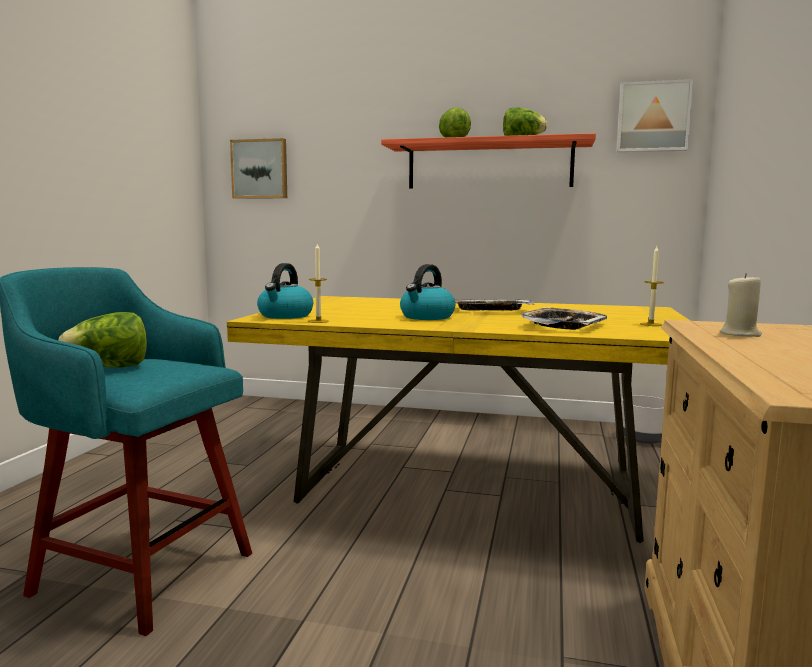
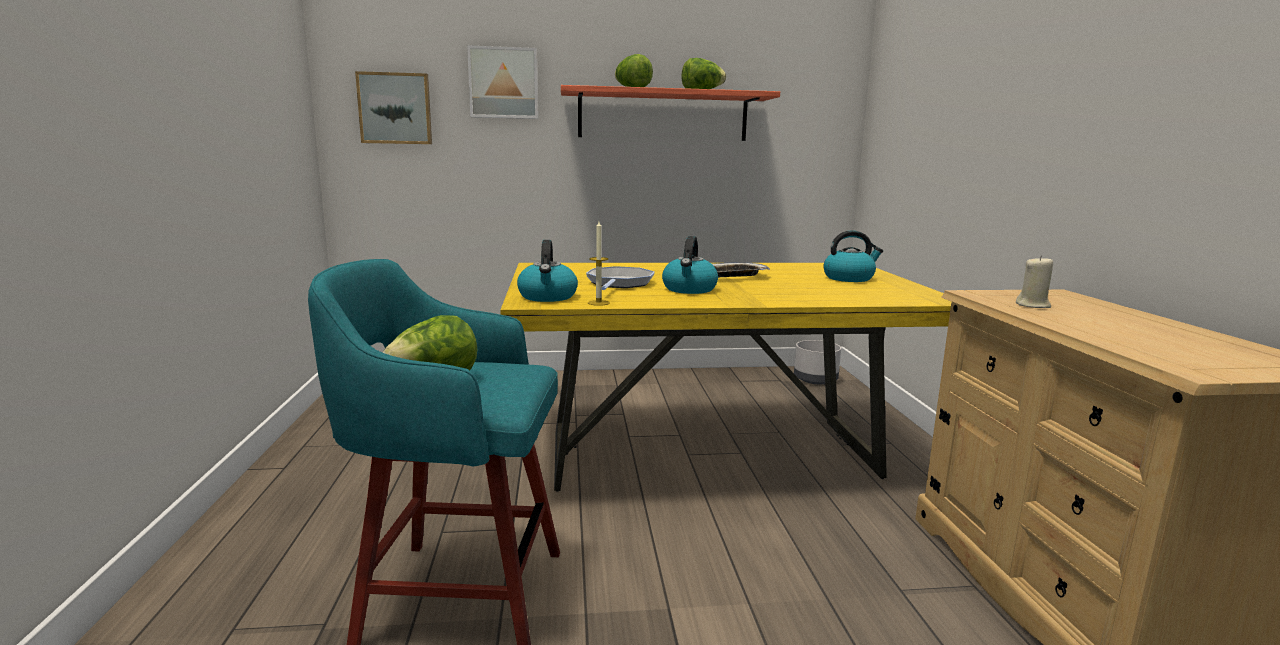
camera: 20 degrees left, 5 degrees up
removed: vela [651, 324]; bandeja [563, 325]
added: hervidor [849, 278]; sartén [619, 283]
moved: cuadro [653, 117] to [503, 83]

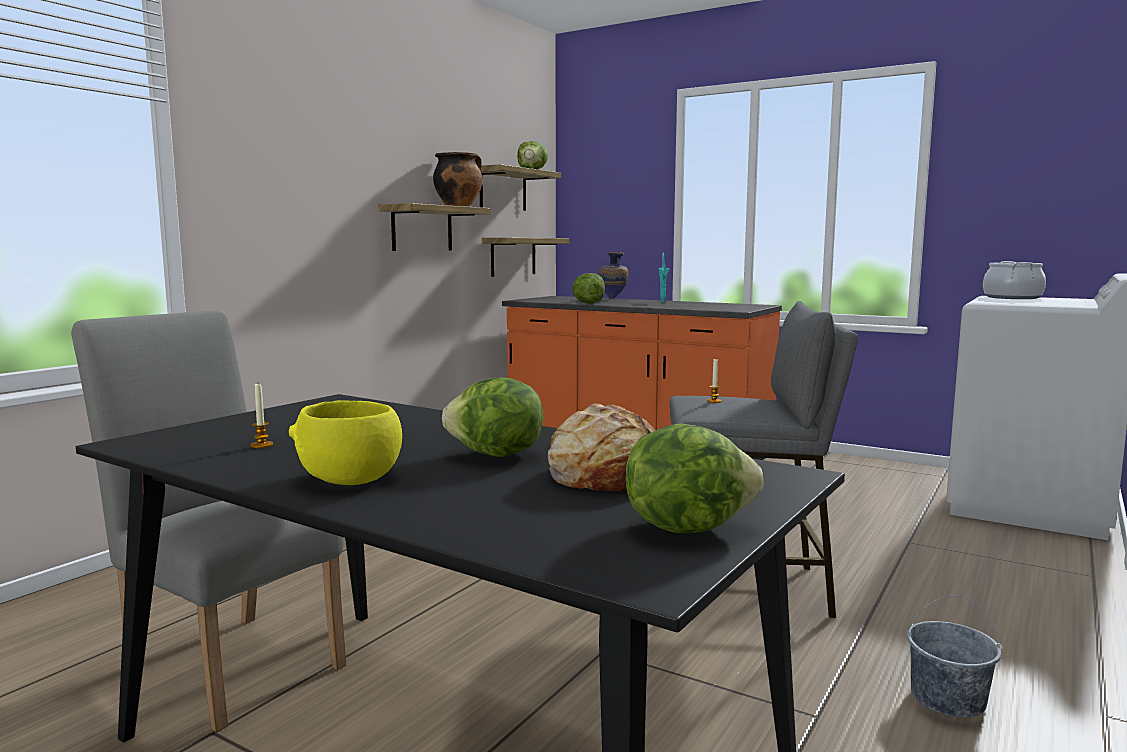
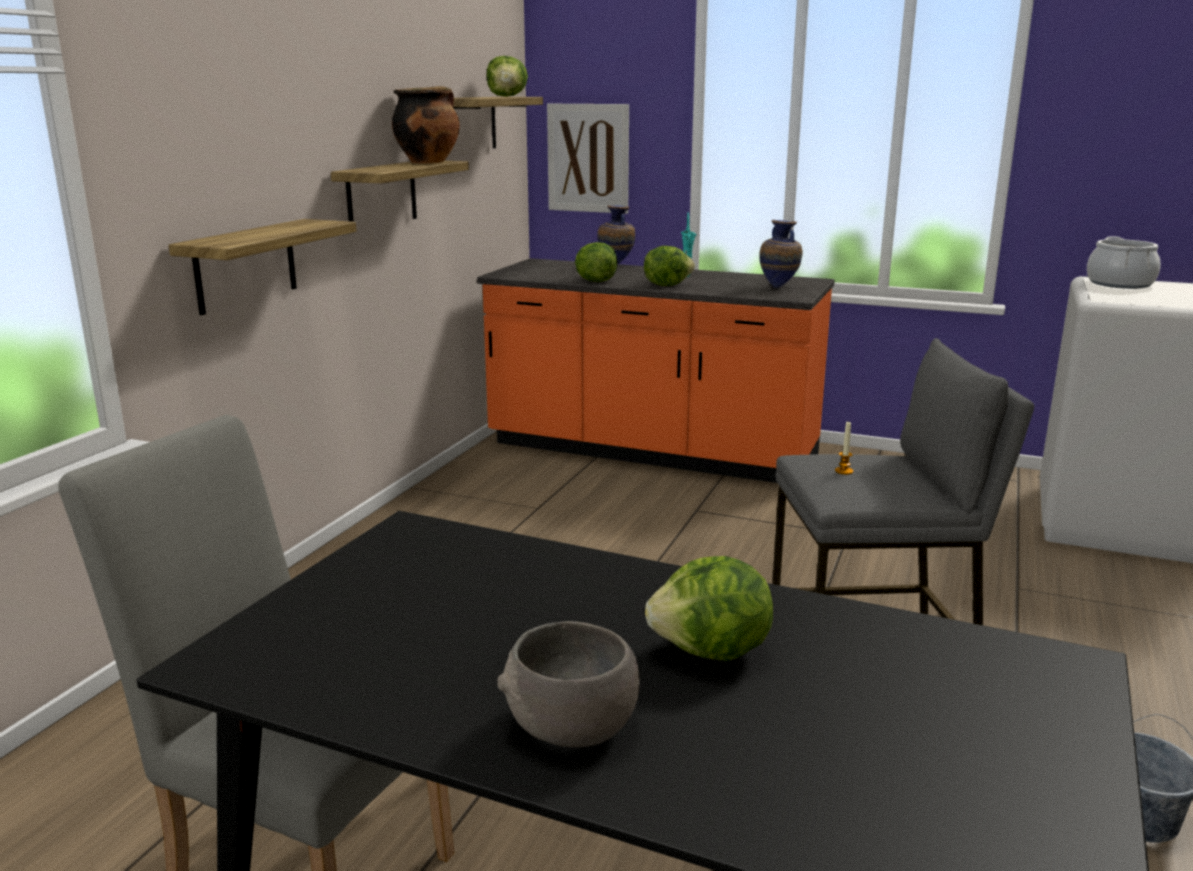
camera: 10 degrees left, 10 degrees up
removed: vela [261, 445]; pan [605, 474]
added: cuadro [588, 158]; florero [779, 287]
moved: estante [513, 256] to [246, 266]; lechuga [686, 526] to [666, 285]
recoloured: cuenco [amarillo] [349, 478] to cuenco [gris] [570, 727]

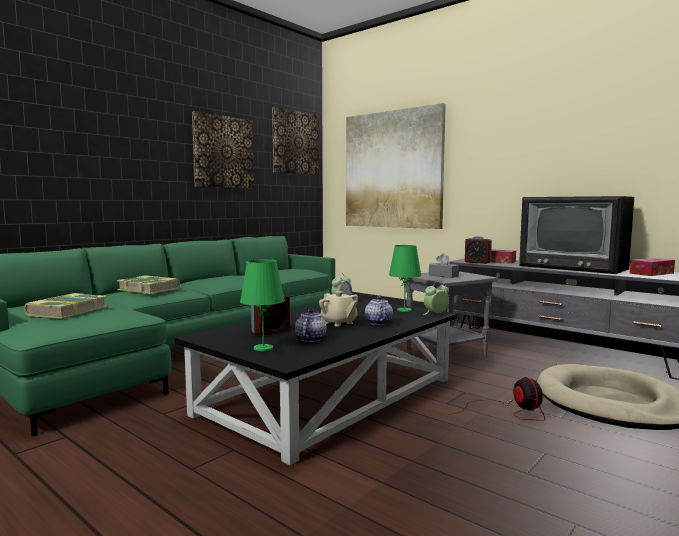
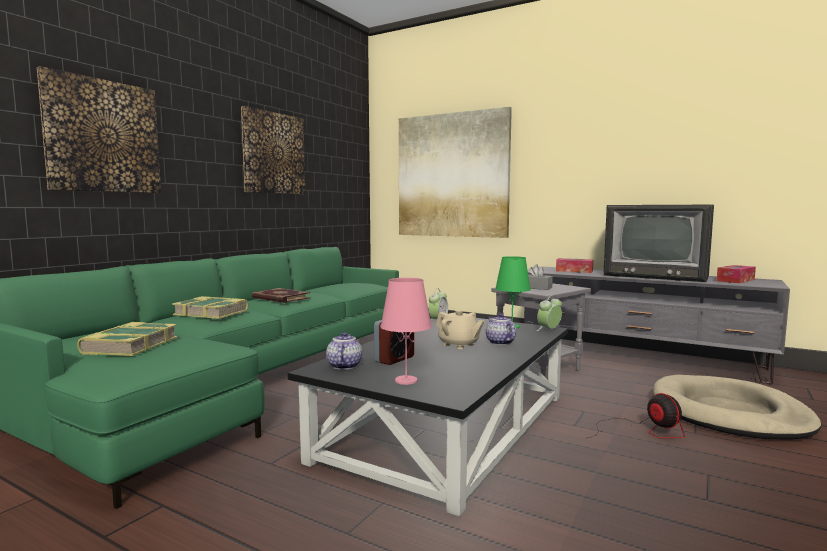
camera: 10 degrees left, 0 degrees up
removed: despertador [477, 262]
added: libro [280, 298]
moved: cuadro [295, 142] to [103, 136]; tetera [310, 339] to [344, 366]
recoloured: lámpara de mesa [verde] [263, 348] to lámpara de mesa [rosa] [406, 380]

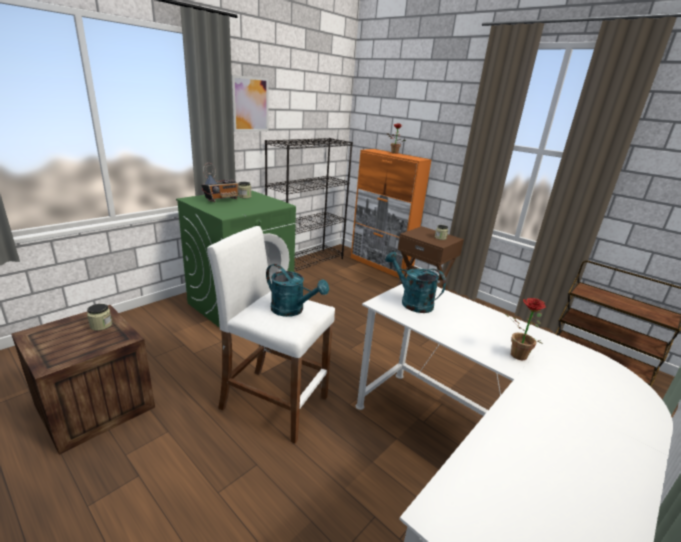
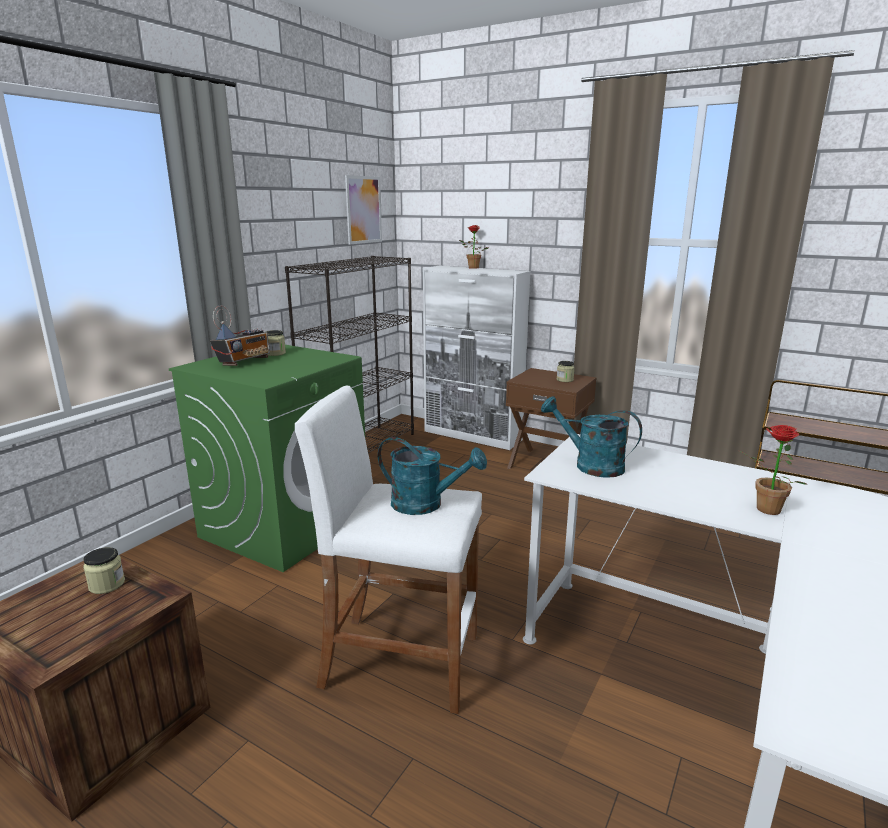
camera: 10 degrees left, 5 degrees down
moved: cuadro [250, 104] to [363, 210]
recoloured: armario [naranja] [380, 265] to armario [blanco] [473, 435]

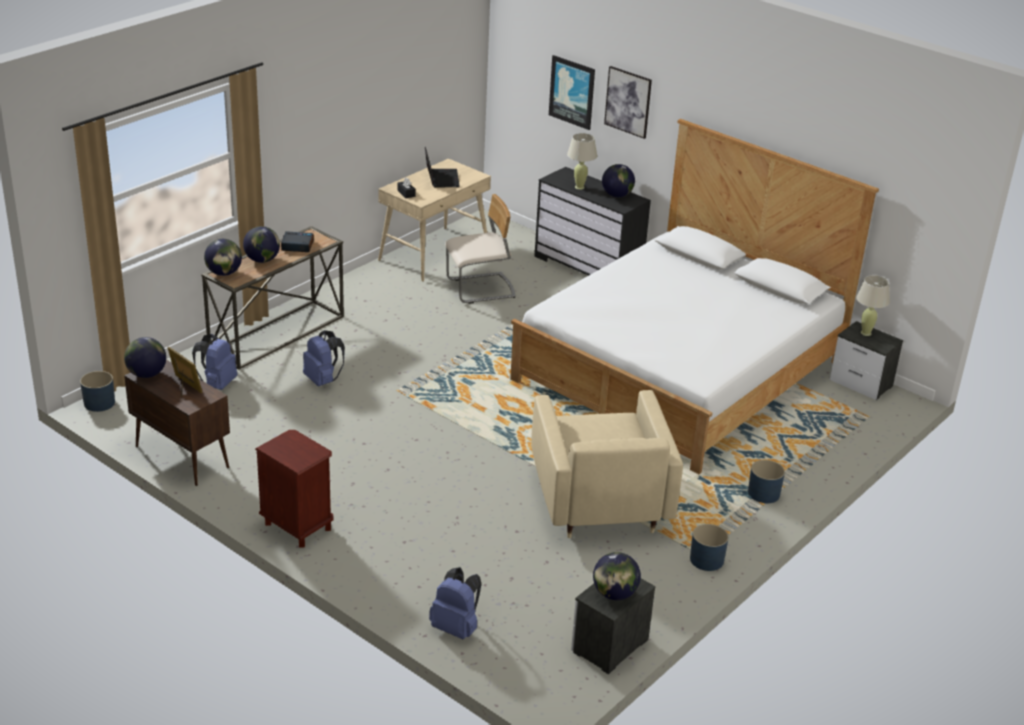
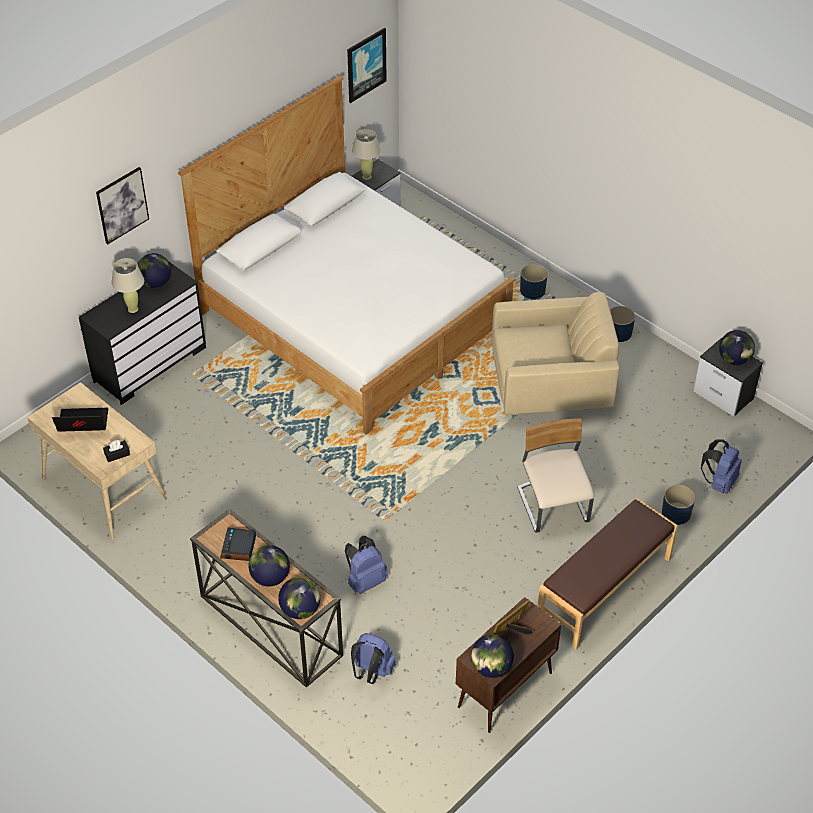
camera: 85 degrees left, 15 degrees up
moved: cuadro [572, 92] to [366, 64]; silla [beis] [481, 289] to [553, 506]; maceta [azul] [99, 403] to [676, 513]
replaced: mesita de noche [marrón] [297, 526] to banco [marrón] [605, 589]

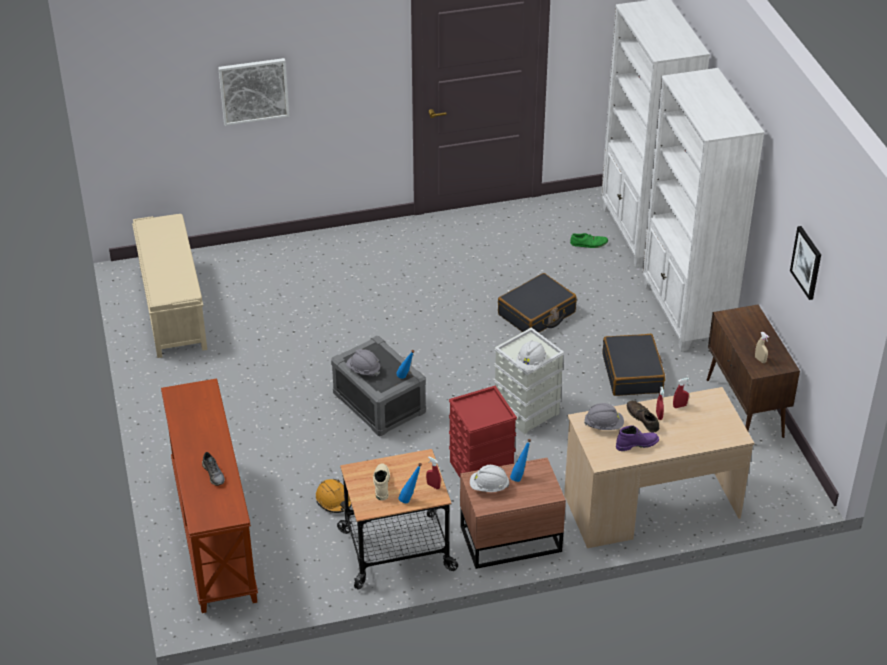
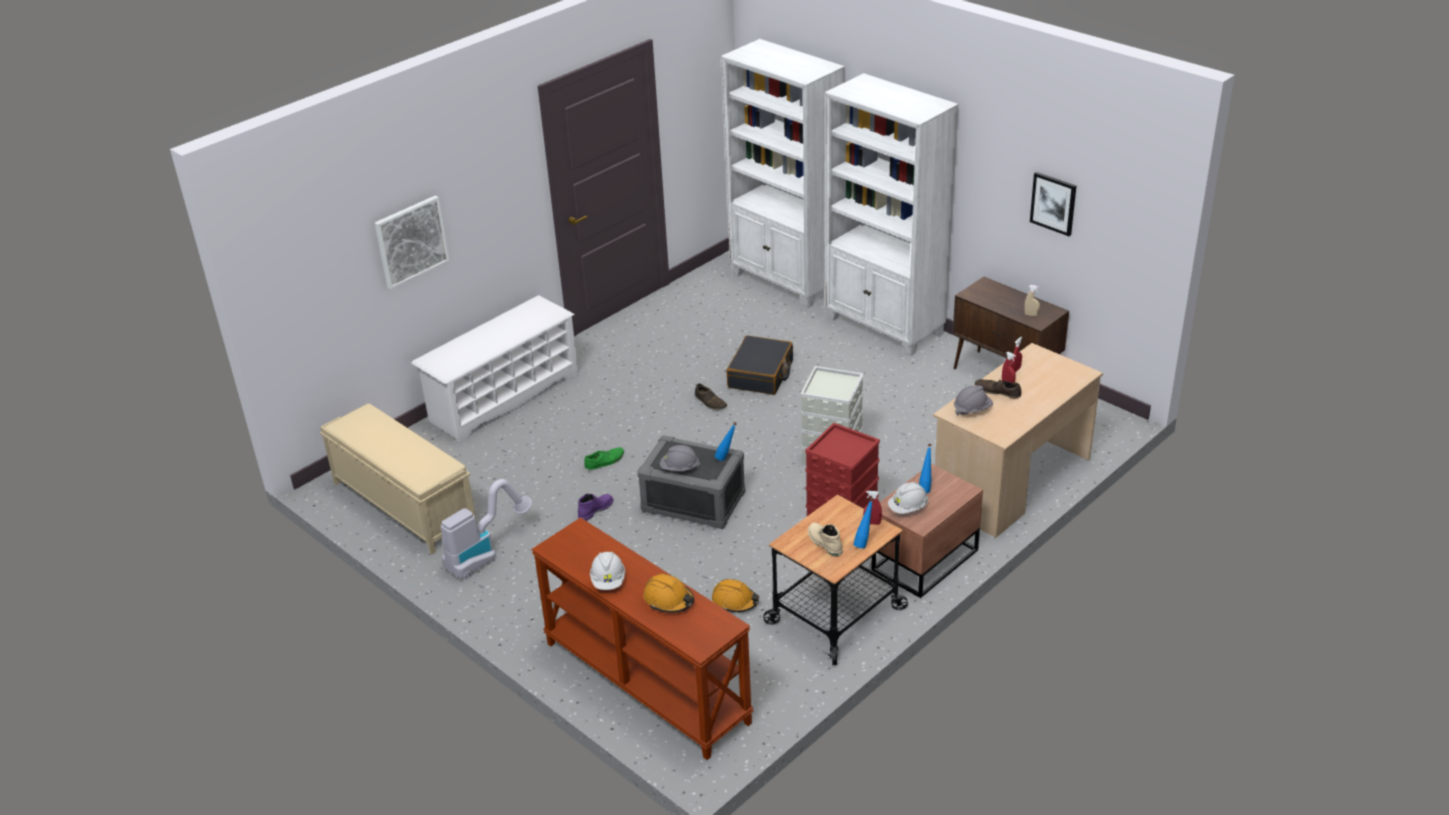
camera: 30 degrees left, 5 degrees down
removed: maleta [negro] [632, 373]
added: zapatero [blanco] [504, 398]; zapato [marrón] [710, 402]; aspiradora [485, 554]
moved: zapato [verde] [589, 244] to [604, 461]; casco [blanco] [531, 364] to [608, 580]; bota [morado] [637, 444] to [595, 510]
replaced: zapato [gris] [214, 474] to casco [naranja] [668, 600]

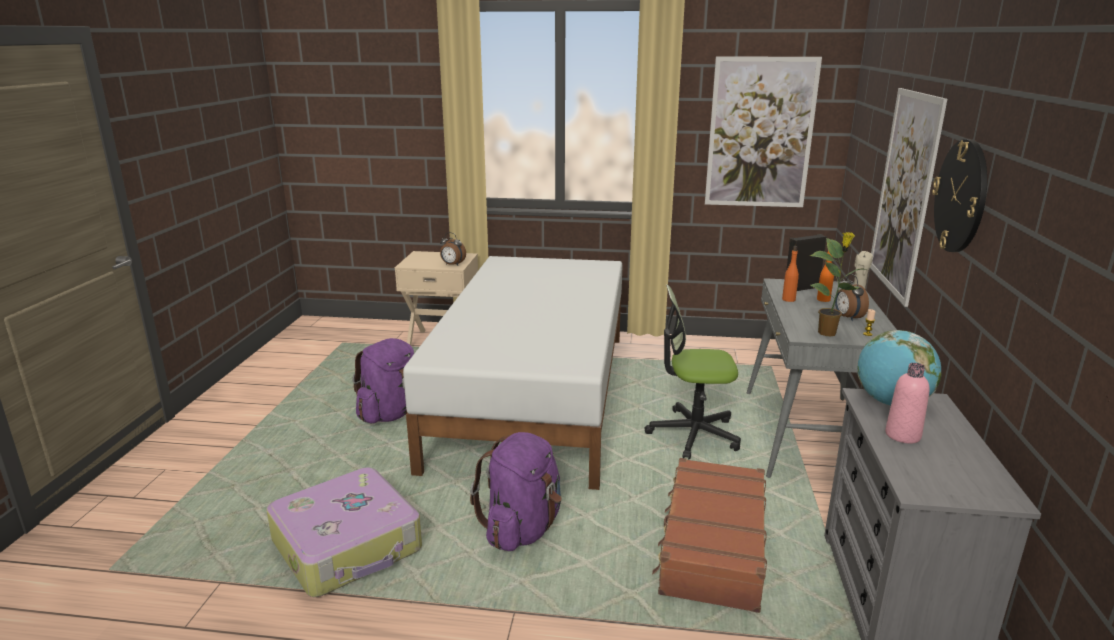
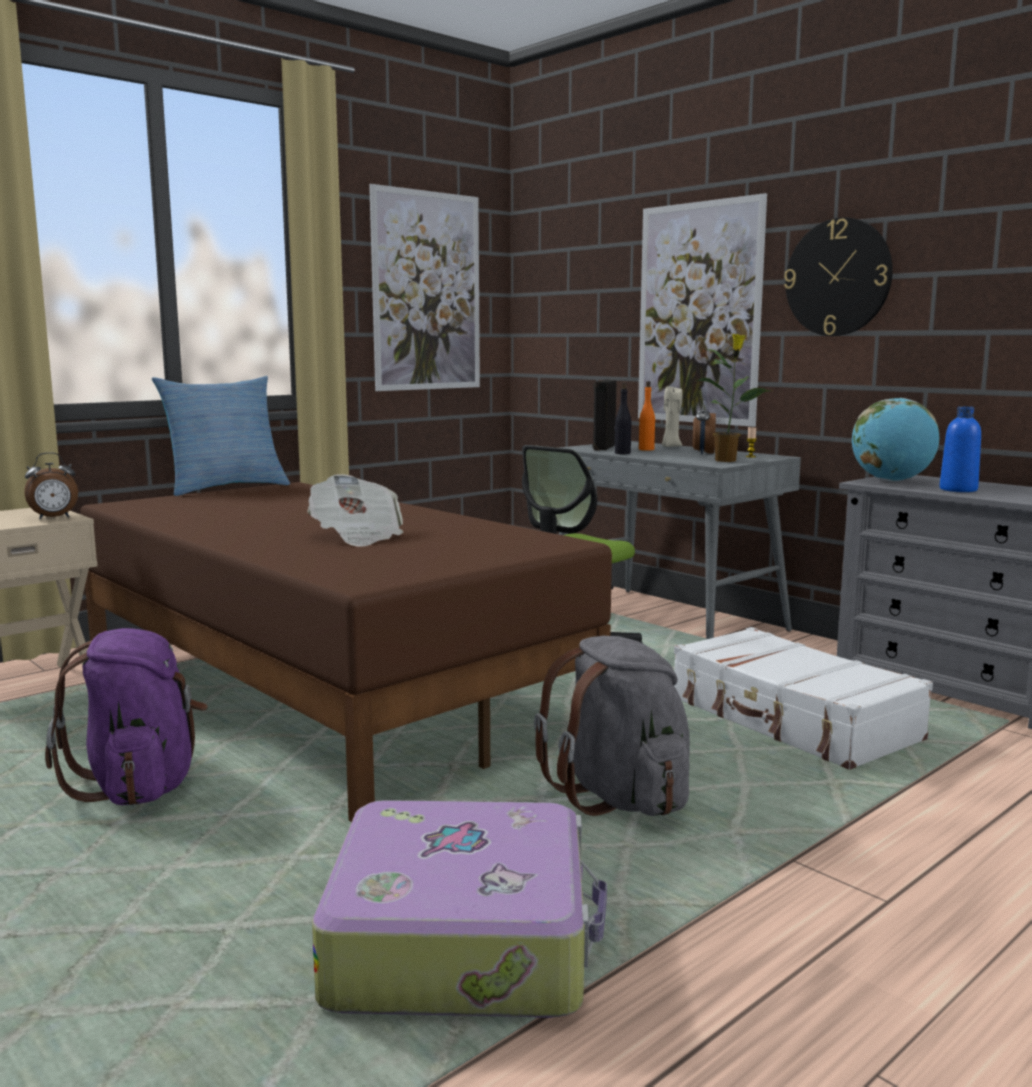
camera: 50 degrees left, 10 degrees down
added: cojín [225, 488]; periódico [357, 536]
recoloured: botella [naranja] [788, 299] to botella [negro] [622, 453]; cama [blanco] [535, 396] to cama [marrón] [324, 689]; botella [rosa] [902, 435] to botella [azul] [958, 489]; mochila [morado] [522, 529] to mochila [gris] [620, 797]; maleta [marrón] [712, 546] to maleta [blanco] [792, 719]
turned: despertador [847, 317] = [703, 453] 75 degrees clockwise

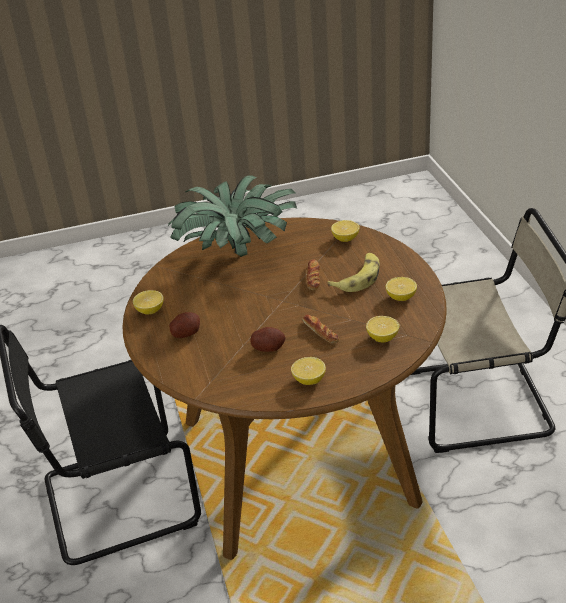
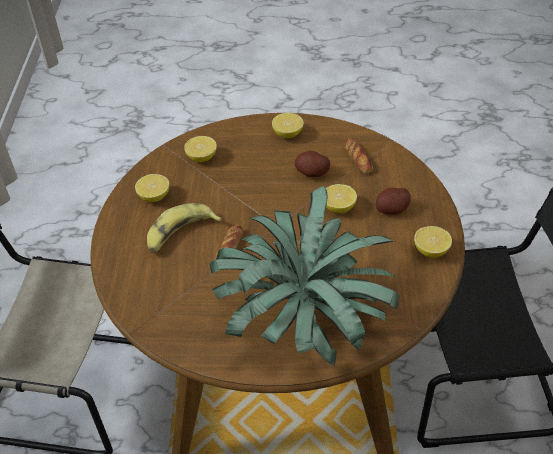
camera: 165 degrees left, 10 degrees up
moved: limón [345, 239] to [338, 207]; pan [320, 332] to [358, 158]

